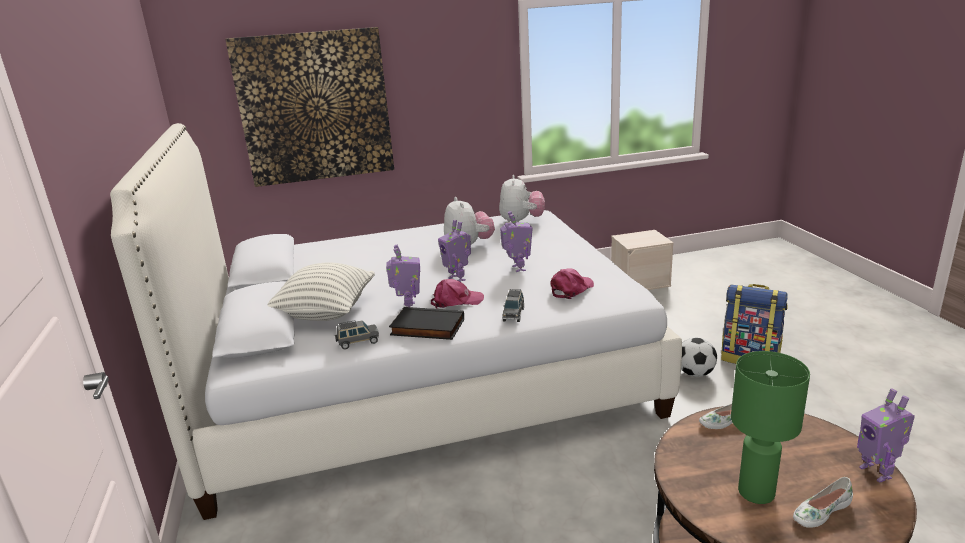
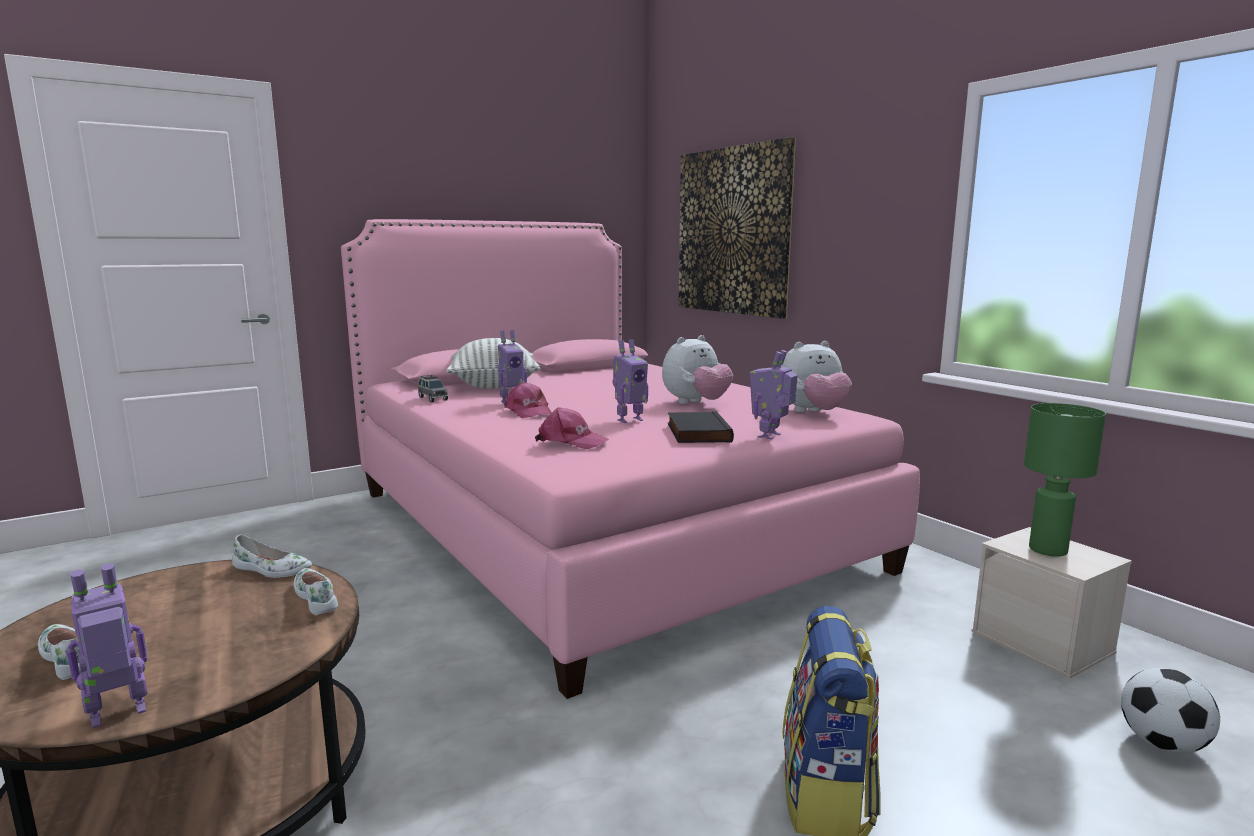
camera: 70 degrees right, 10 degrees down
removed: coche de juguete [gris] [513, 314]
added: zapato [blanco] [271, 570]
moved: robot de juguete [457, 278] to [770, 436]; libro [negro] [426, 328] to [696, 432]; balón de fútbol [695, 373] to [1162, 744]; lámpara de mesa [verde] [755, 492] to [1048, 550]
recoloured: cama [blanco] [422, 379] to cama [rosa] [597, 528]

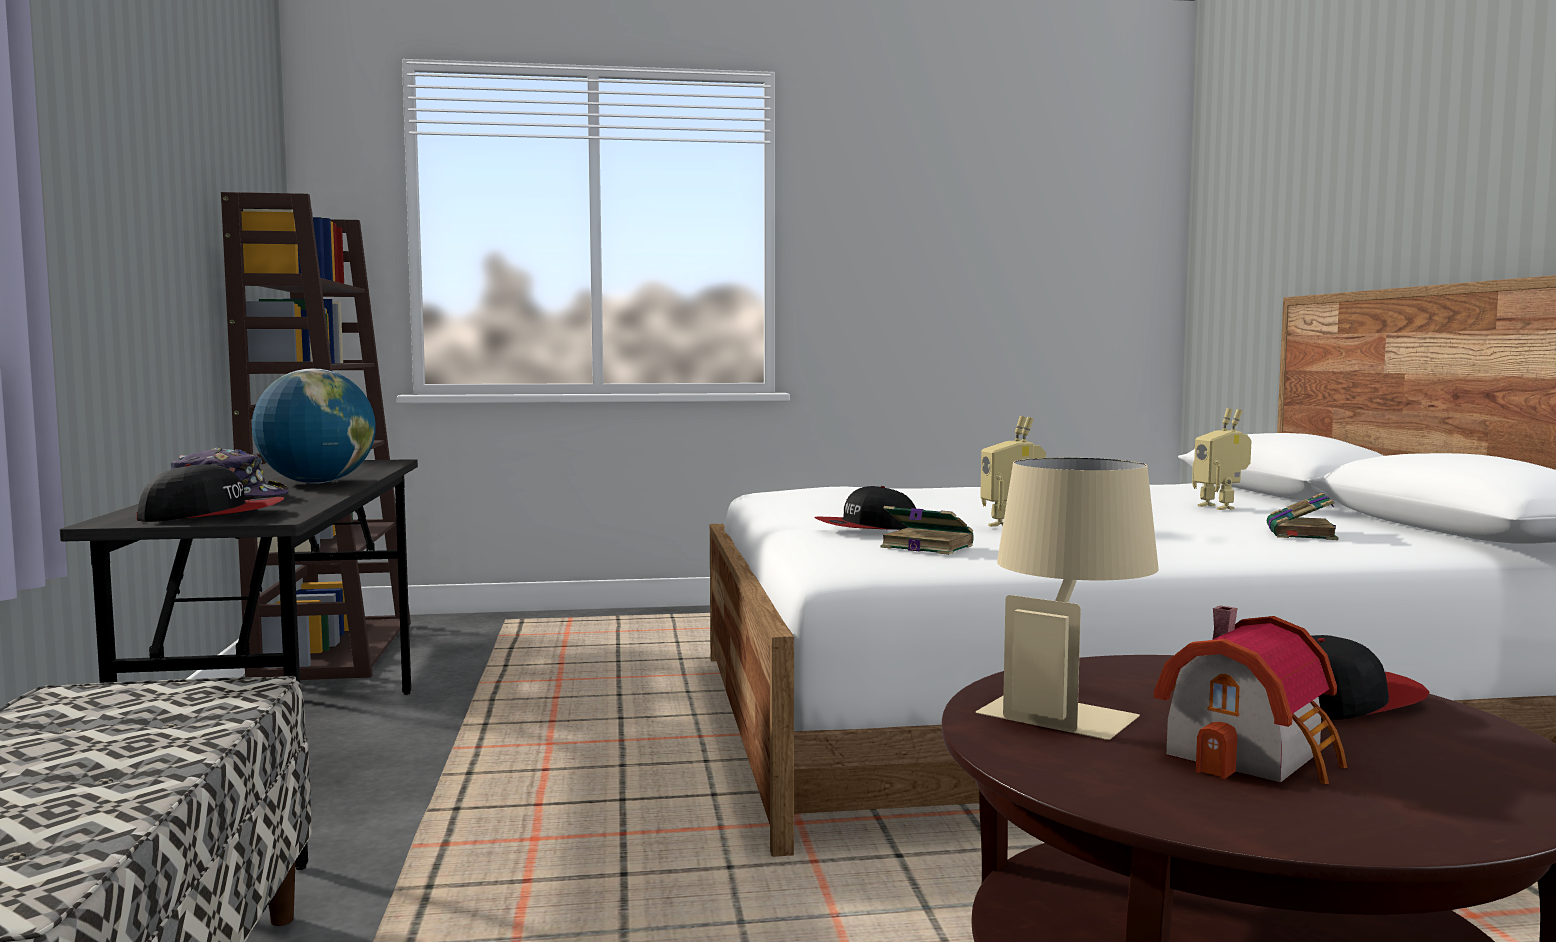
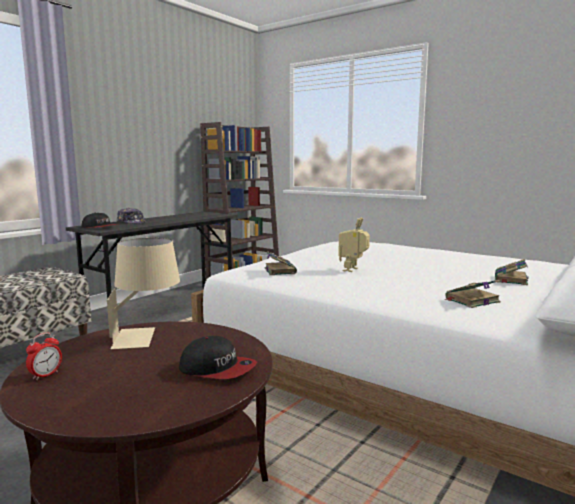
camera: 45 degrees right, 5 degrees up
removed: globo terráqueo [317, 483]; gorra [867, 528]; casita [1255, 754]
added: despertador [45, 375]
replaced: robot de juguete [1220, 507] to libro [510, 280]

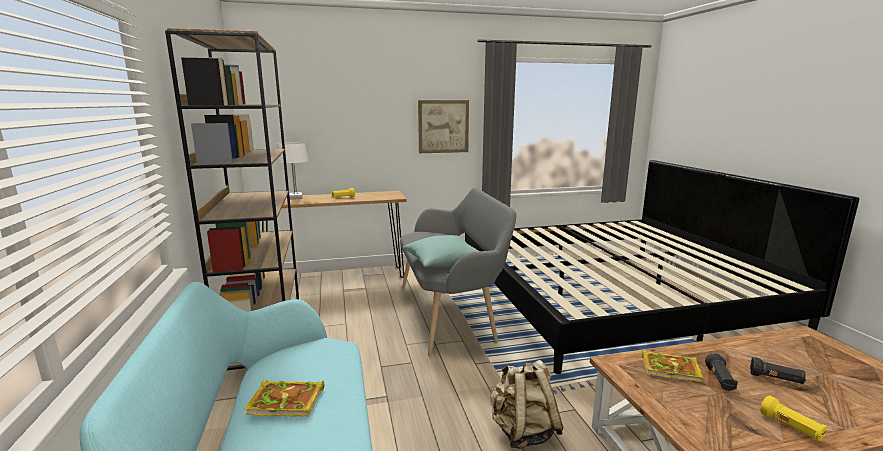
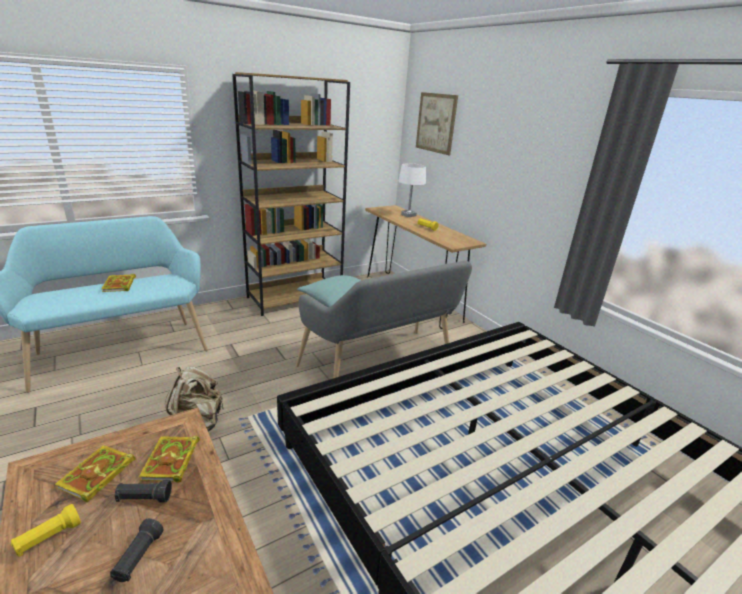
camera: 70 degrees right, 10 degrees up
added: libro [96, 476]
moved: cuadro [443, 126] to [436, 123]

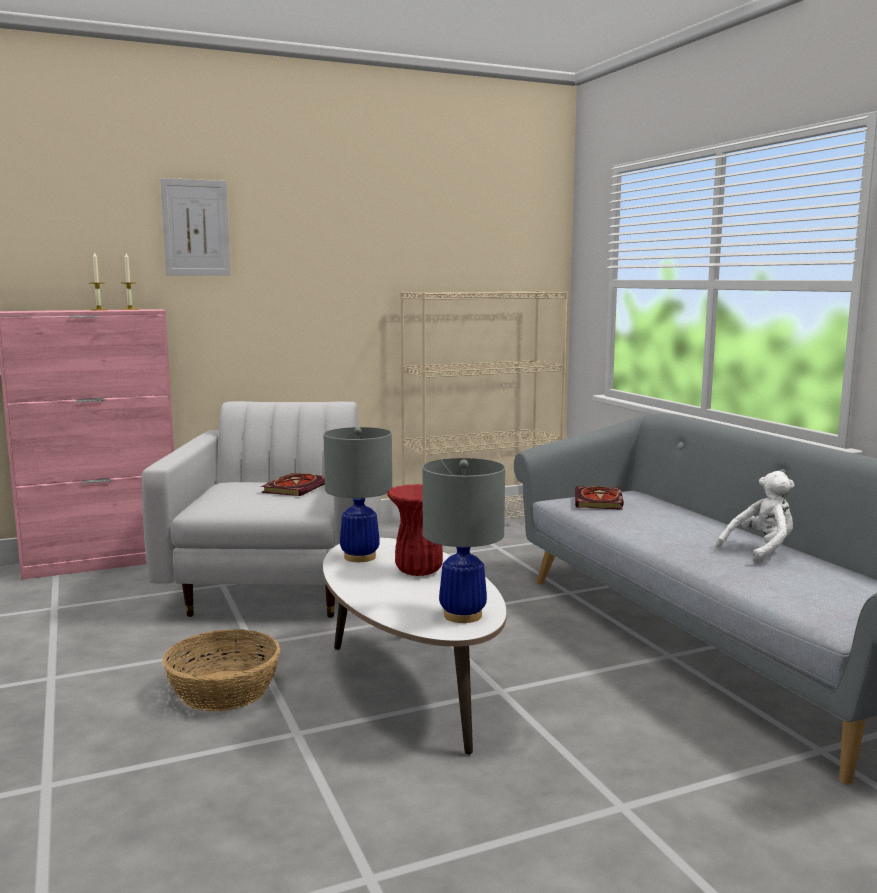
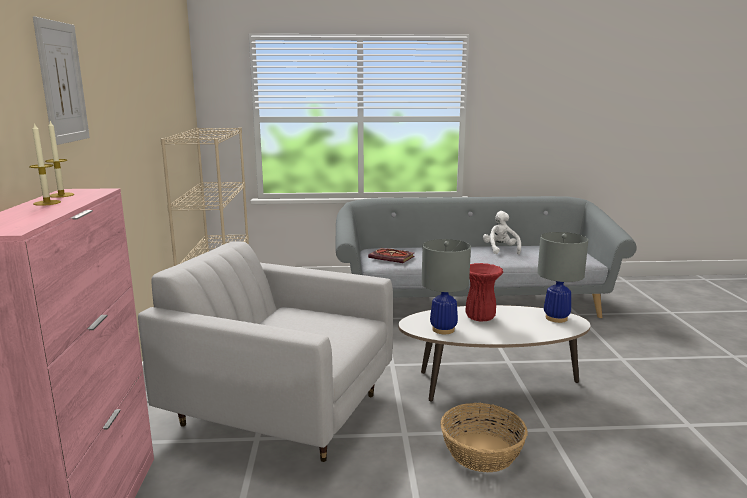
camera: 70 degrees left, 5 degrees up
removed: libro [296, 487]

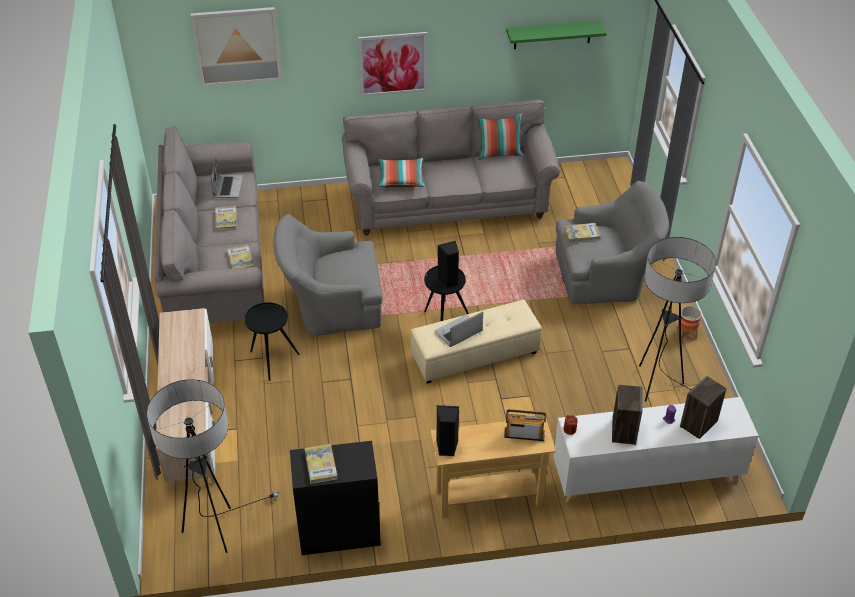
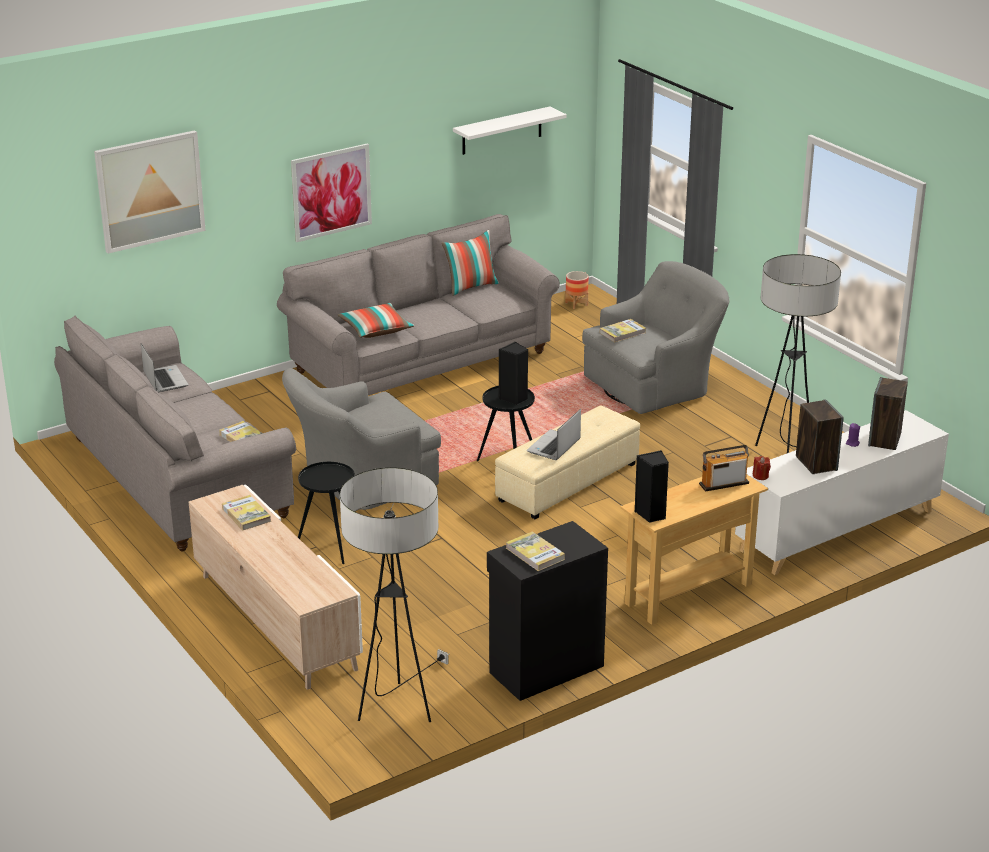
camera: 25 degrees left, 15 degrees down
moved: libro [226, 220] to [246, 515]; maceta [686, 333] to [576, 304]
recoloured: estante [verde] [552, 35] to estante [blanco] [502, 131]

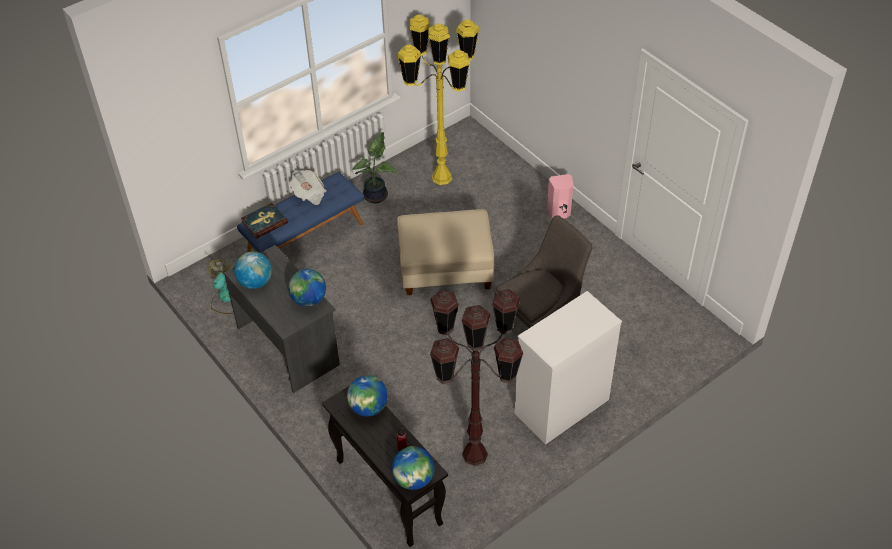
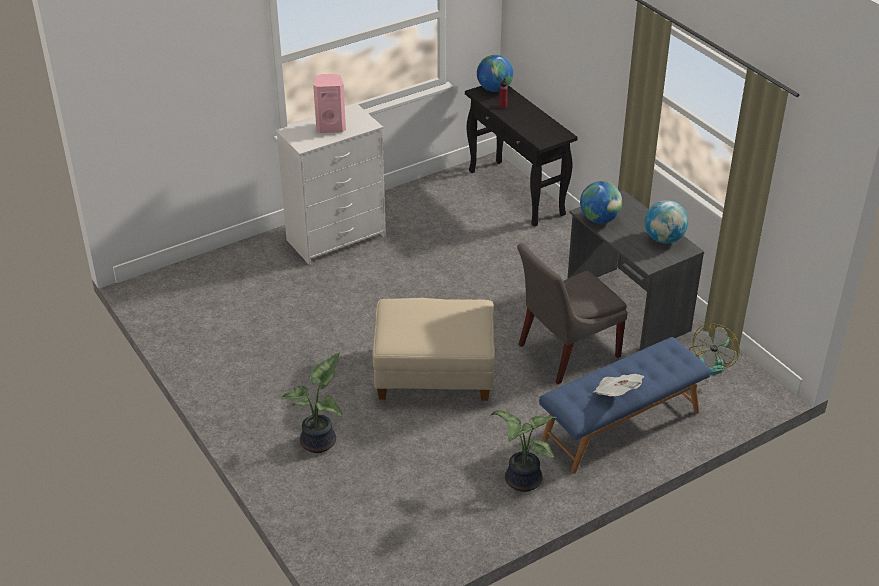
camera: 175 degrees left, 10 degrees down
removed: lámpara de pie [amarillo] [441, 177]; libro [264, 222]; lámpara de pie [marrón] [475, 455]; globo terráqueo [368, 407]
added: planta en maceta [320, 442]
moved: altavoz [rosa] [559, 212] to [331, 127]; silla [gris] [540, 320] to [564, 352]

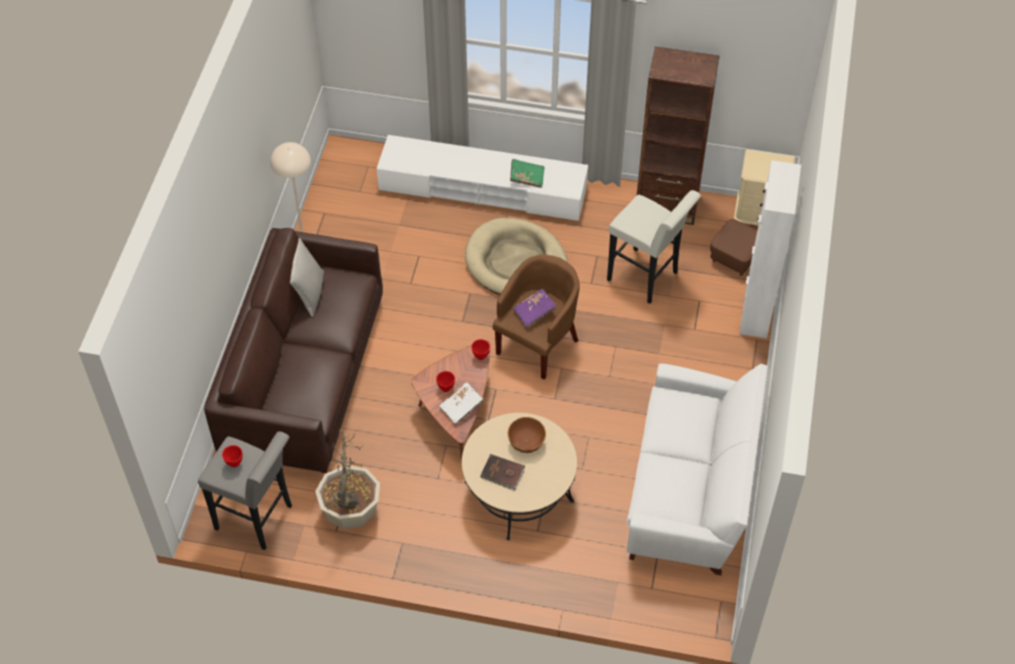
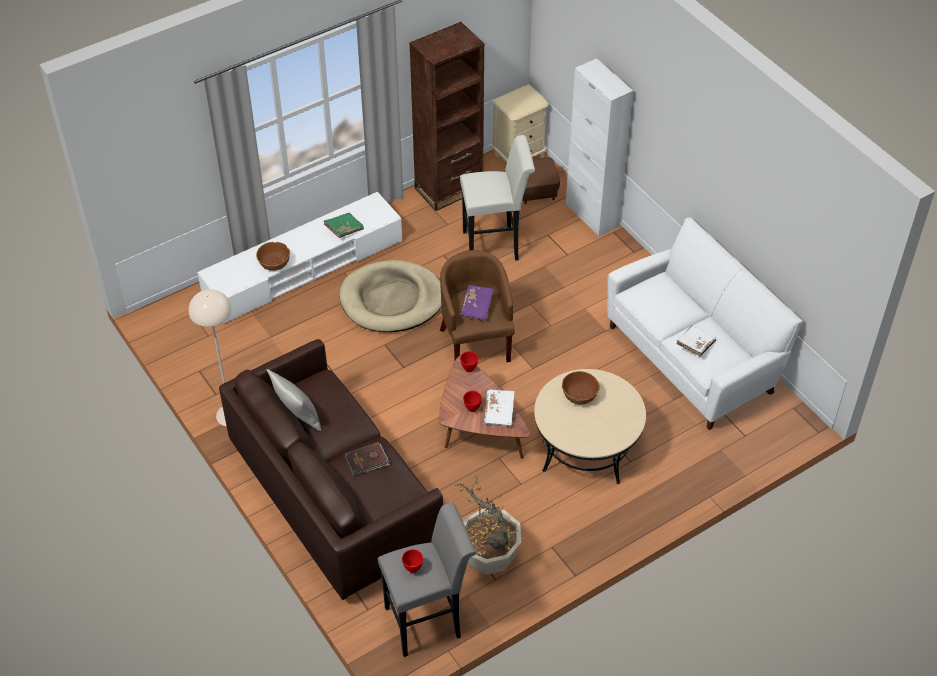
camera: 45 degrees left, 5 degrees down
added: cuenco [marrón] [274, 264]; libro [blanco] [695, 345]
moved: libro [marrón] [502, 473] to [367, 460]

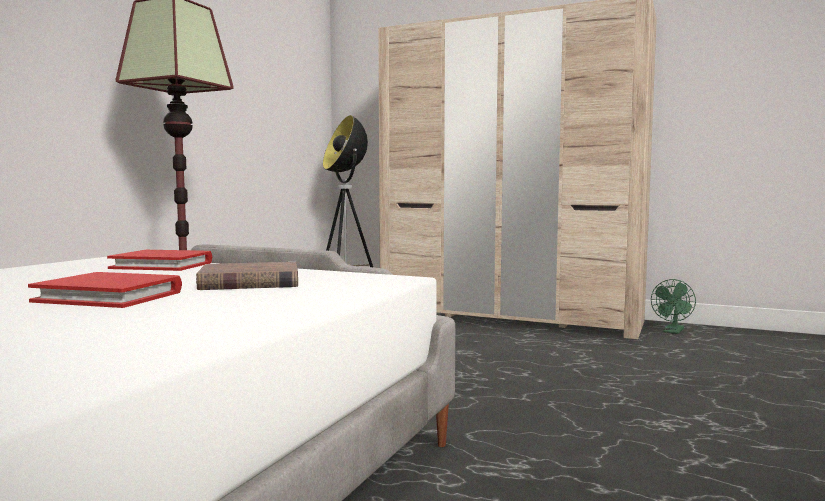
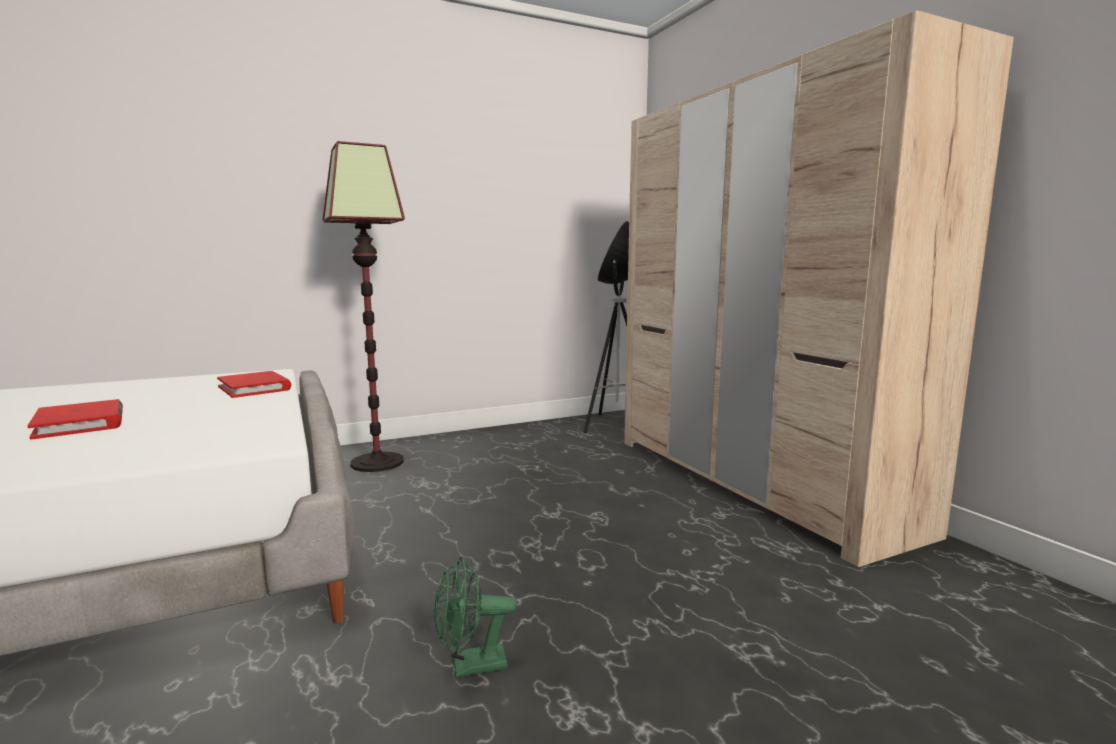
camera: 40 degrees right, 5 degrees up
removed: libro [marrón] [250, 282]
moved: ventilador [verde] [673, 332] to [470, 666]

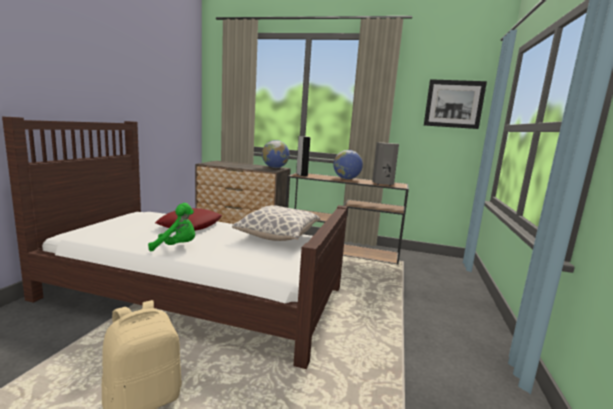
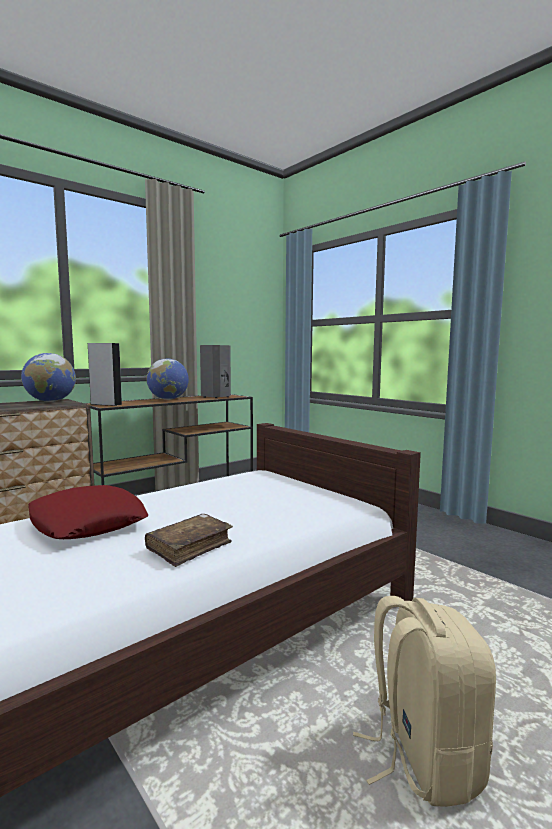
camera: 55 degrees left, 5 degrees down
removed: cuadro [454, 104]; cojín [278, 236]
replaced: peluche [verde] [177, 247] to libro [marrón] [189, 547]

